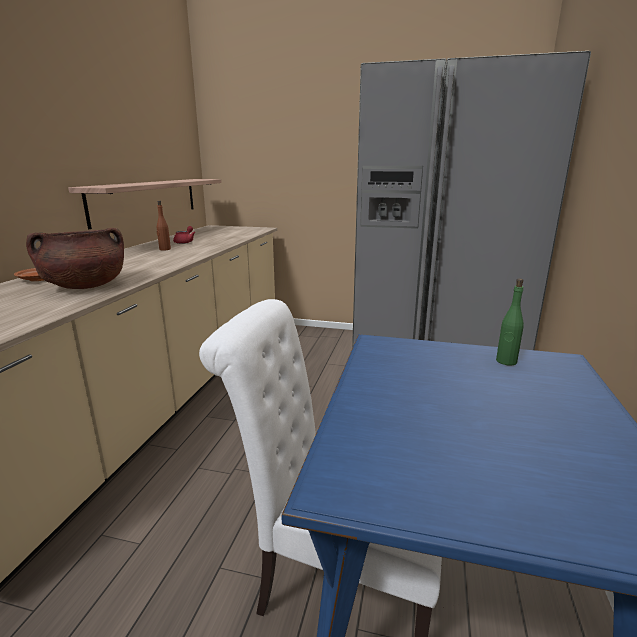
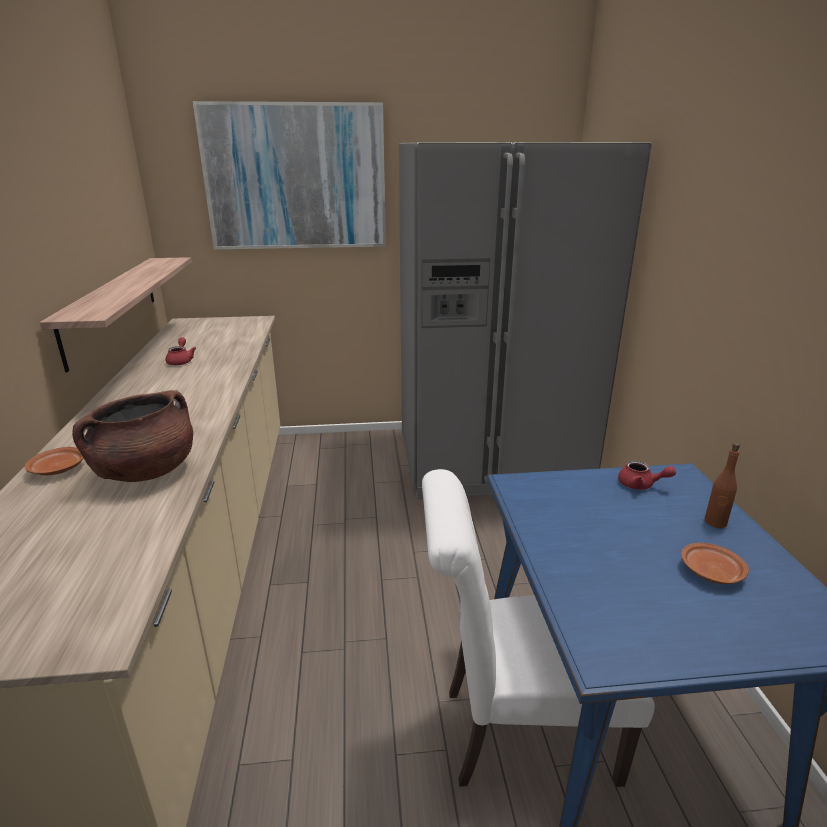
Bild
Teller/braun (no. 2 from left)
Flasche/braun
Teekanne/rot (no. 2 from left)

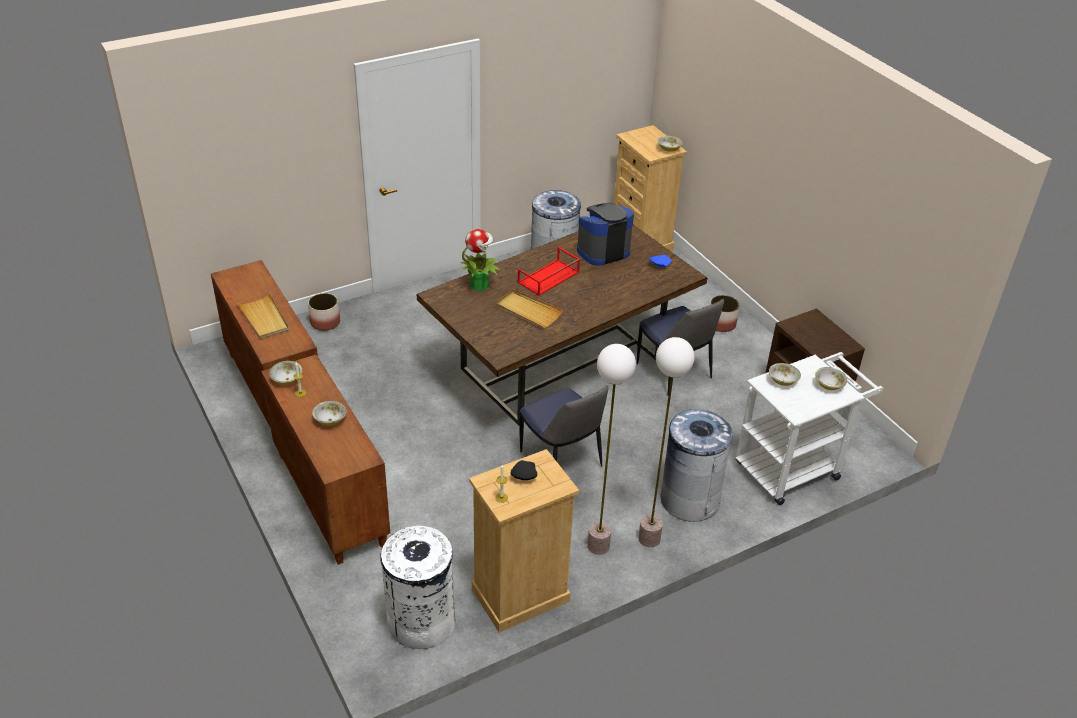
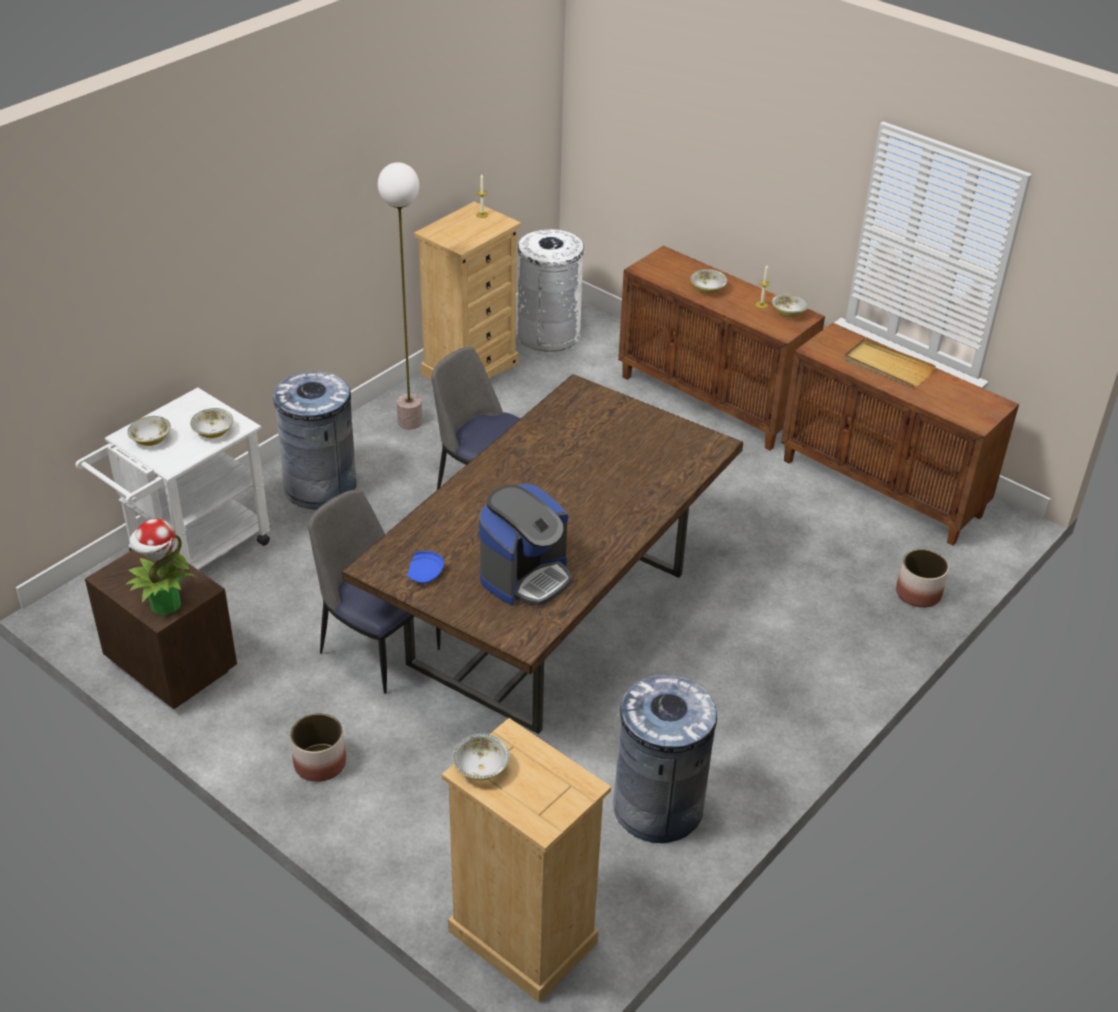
Tablett/beige (no. 2 from left in the first image)
Teller/schwarz
Tablett/rot
Stehlampe (no. 2 from left in the first image)
Topfpflanze

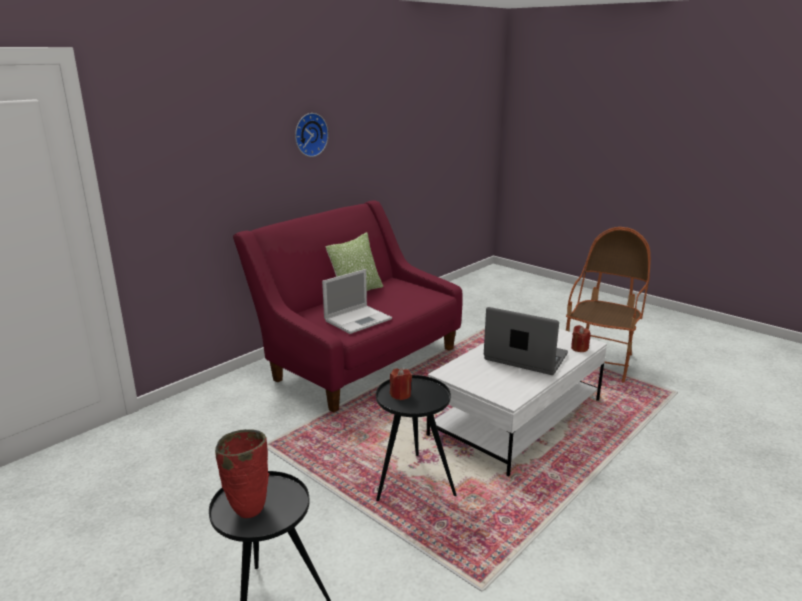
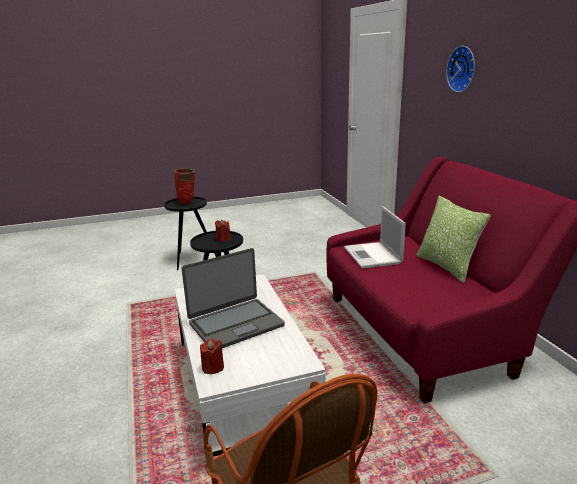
Wanduhr

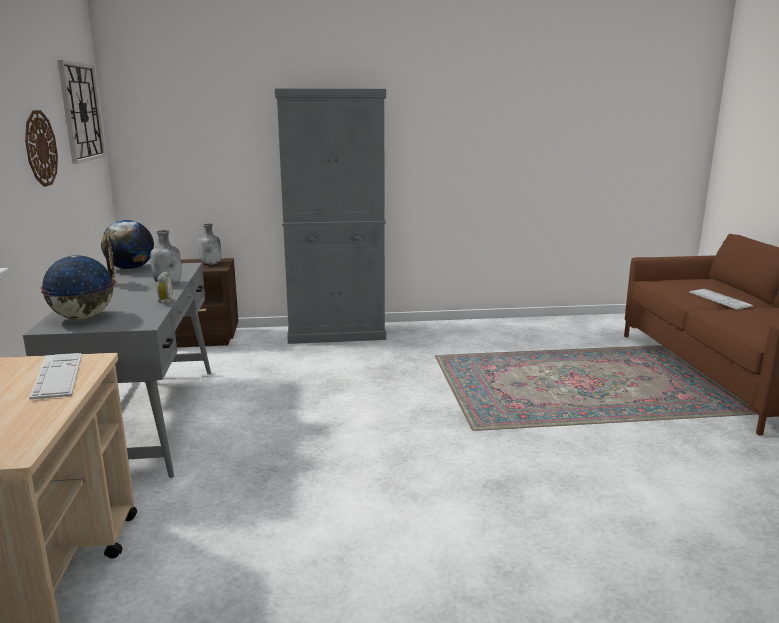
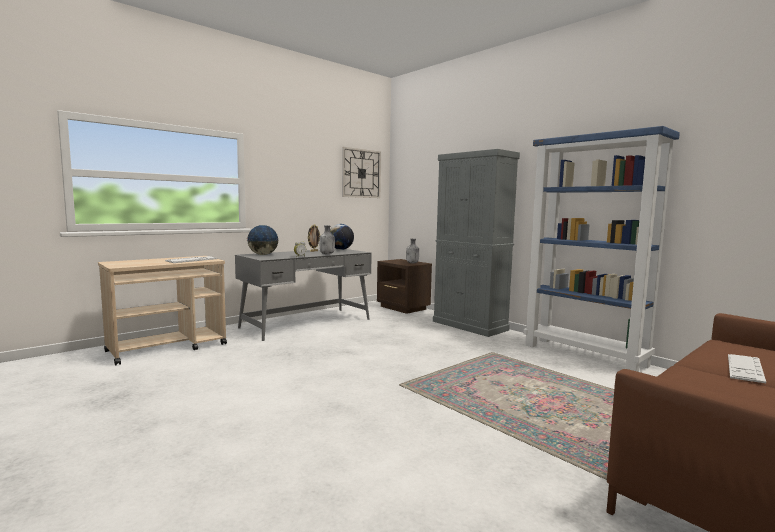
Wanduhr (no. 1 from left in the first image)
Bücherregal/blau

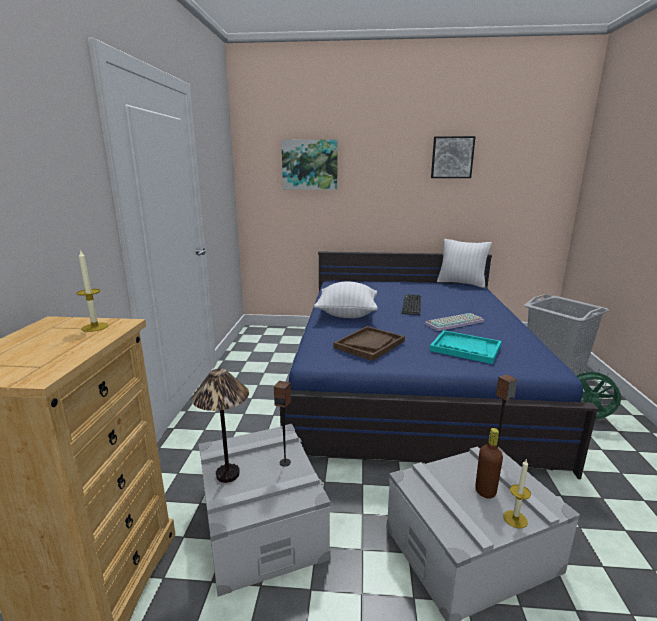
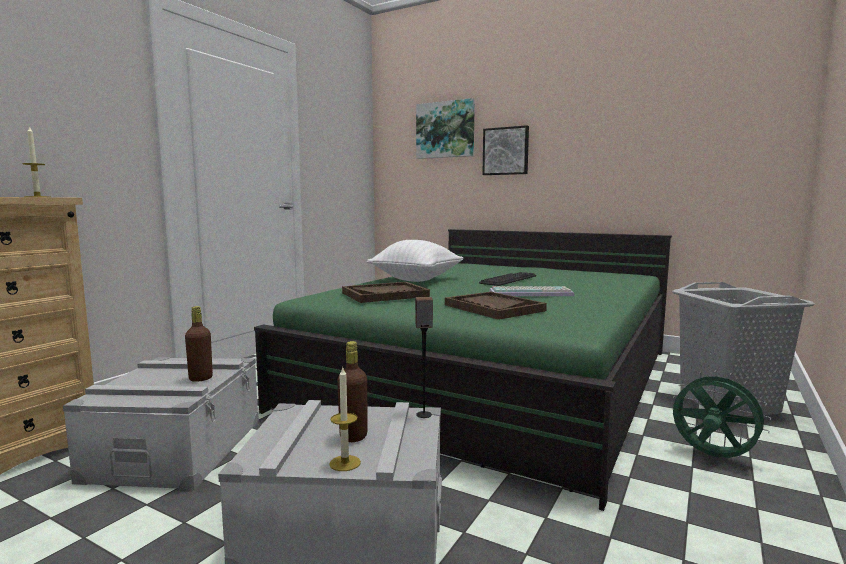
Tischlampe
Kissen/weiß (no. 2 from left in the first image)
Bild (no. 2 from left)
Flasche/braun (no. 1 from left)
Bett/grün
Tablett/braun (no. 2 from left)

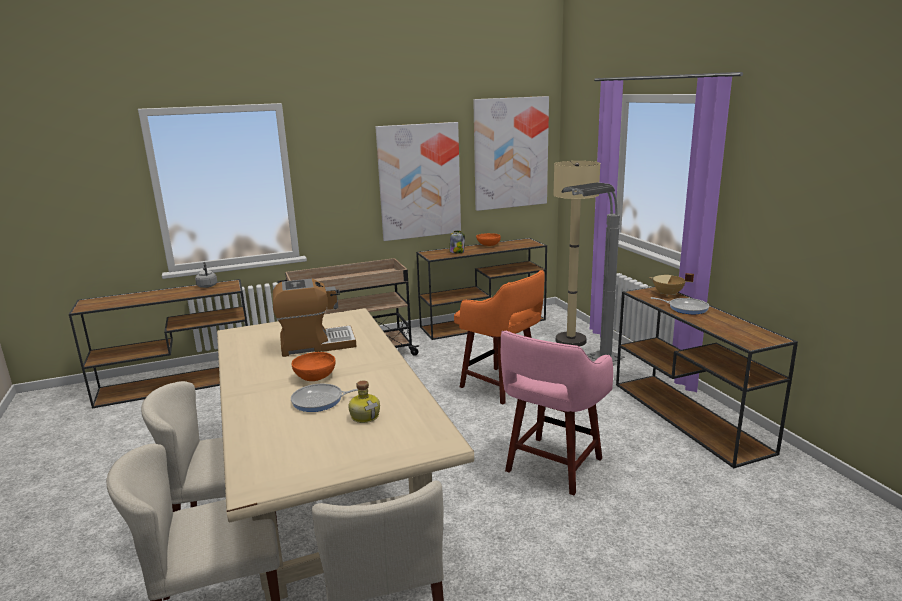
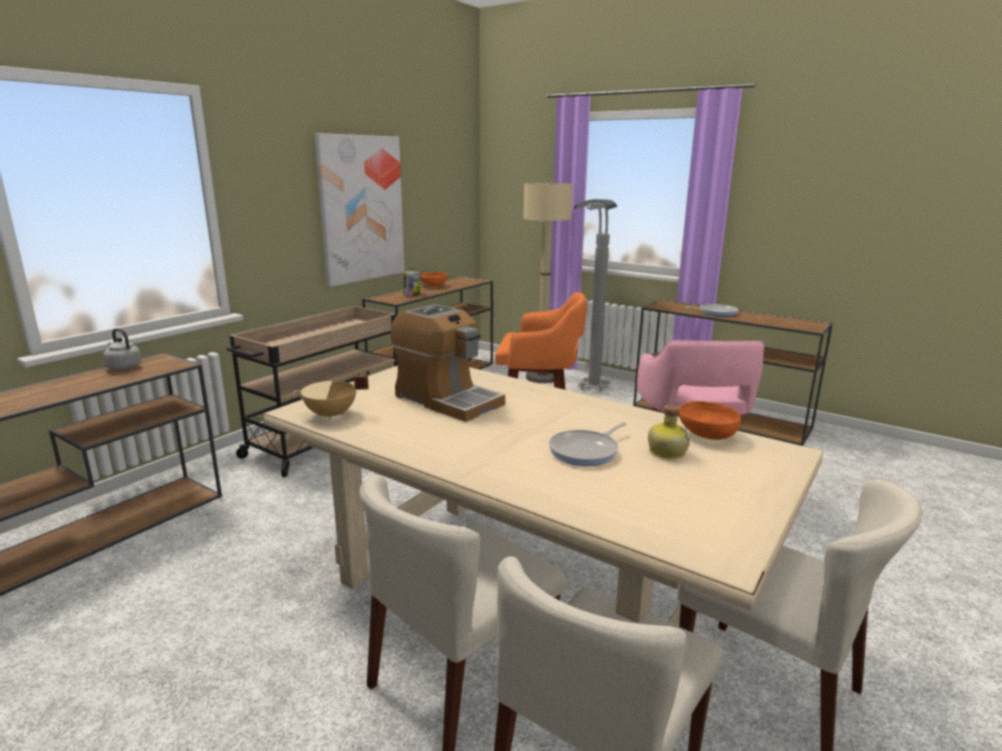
Bild (no. 2 from left in the first image)
Schüssel/orange (no. 2 from left)
Kochtopf/beige
Kaffeemaschine

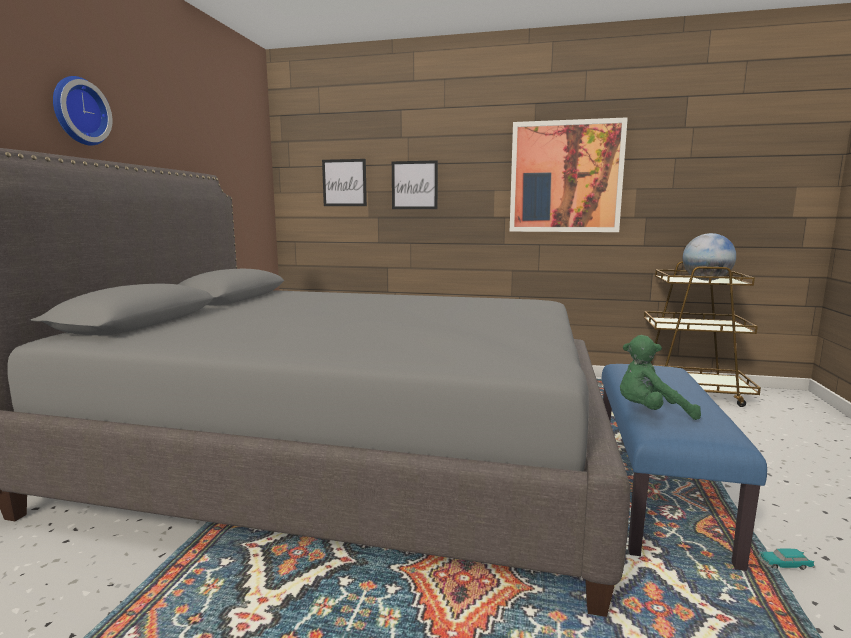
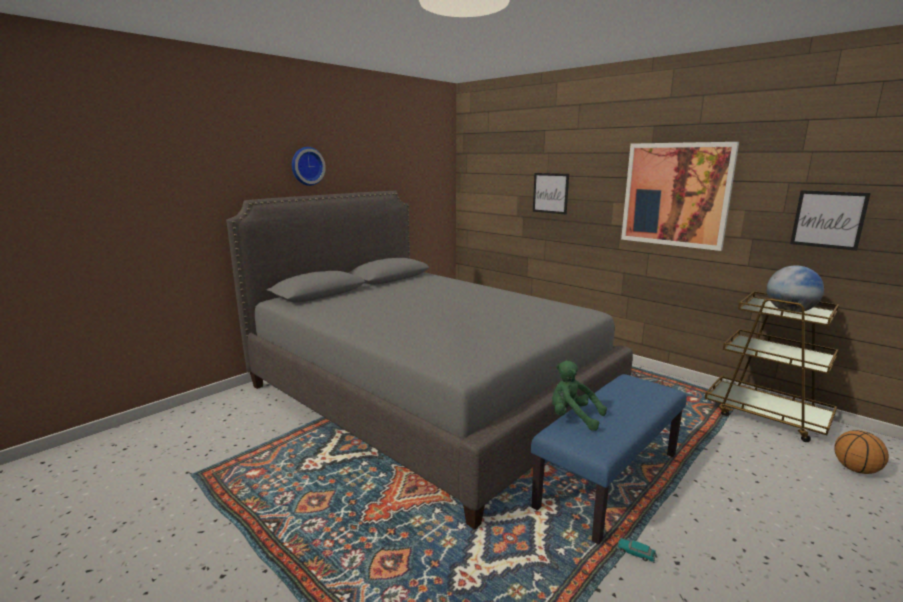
Basketball
Bild (no. 3 from left)

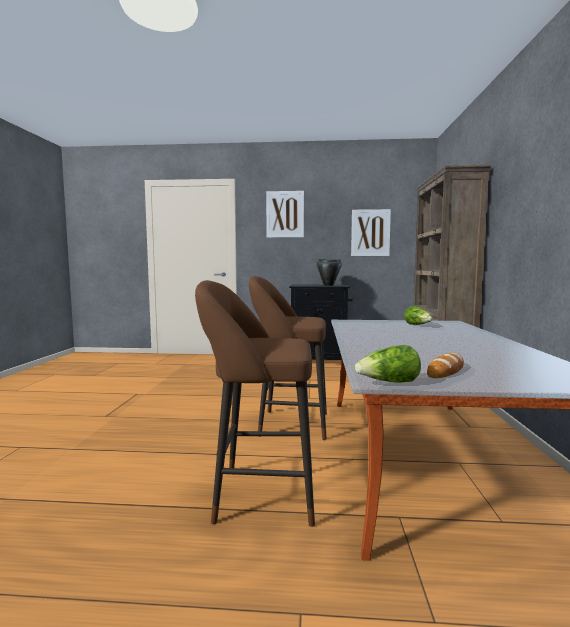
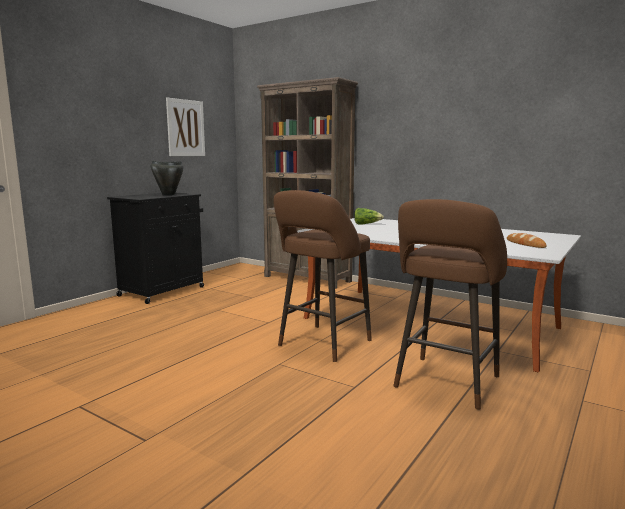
Bild (no. 1 from left in the first image)
Salatkopf (no. 1 from left in the first image)

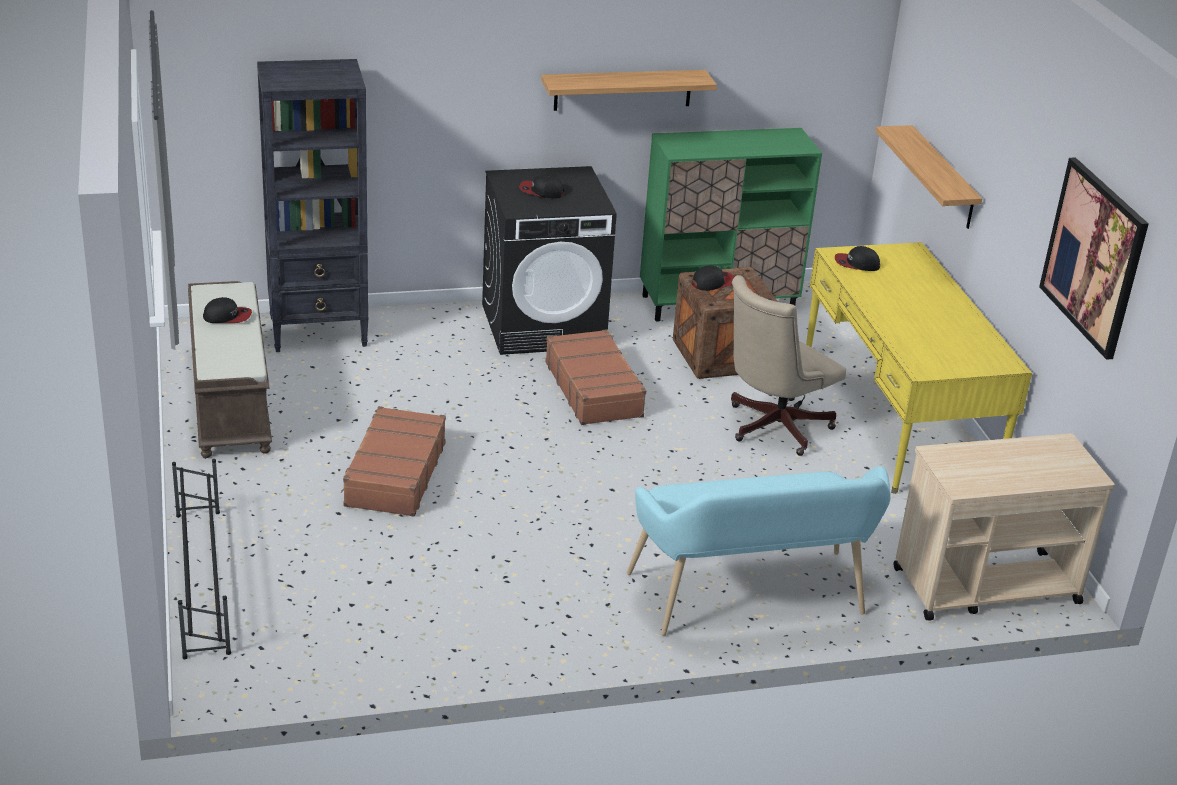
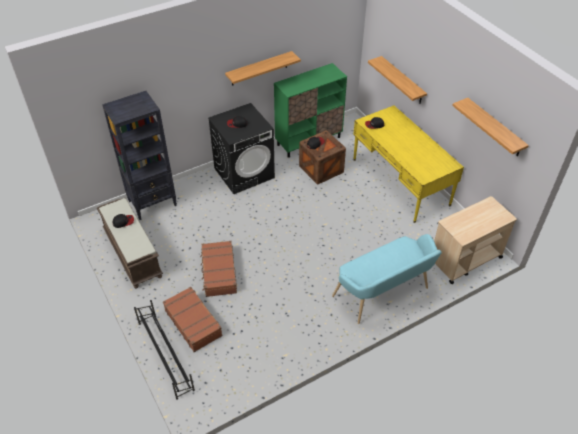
Bürostuhl/beige
Koffer/braun (no. 1 from left)
Wandregal (no. 3 from left)

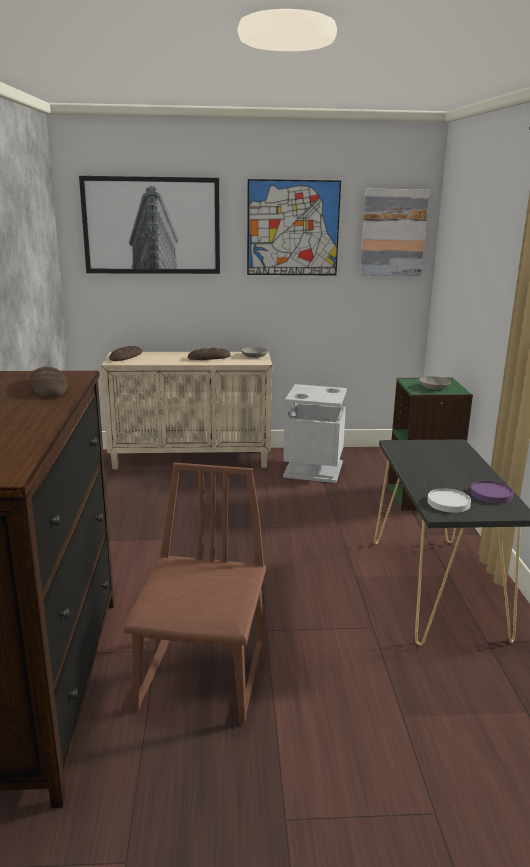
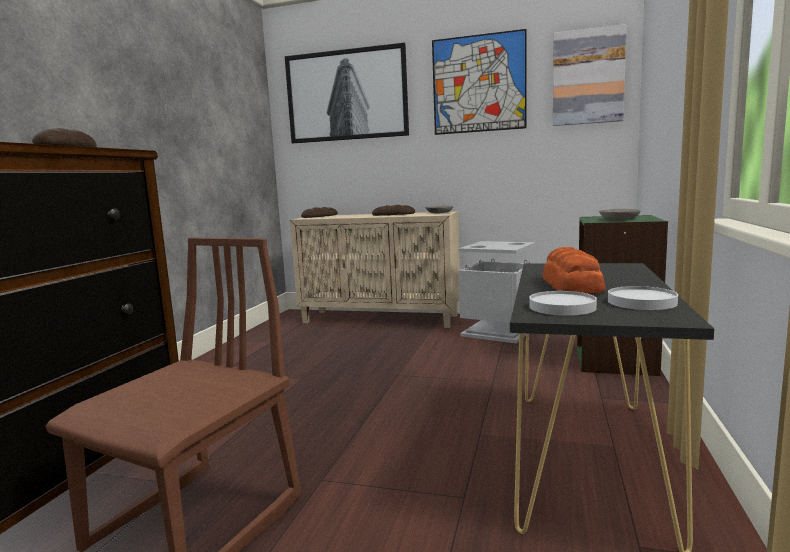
Brot (no. 4 from left)
Teller/weiß (no. 2 from left)

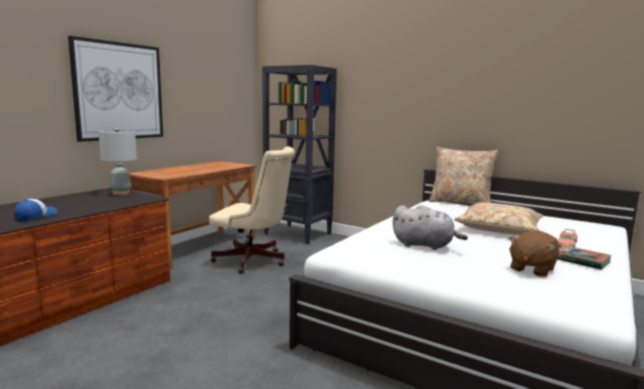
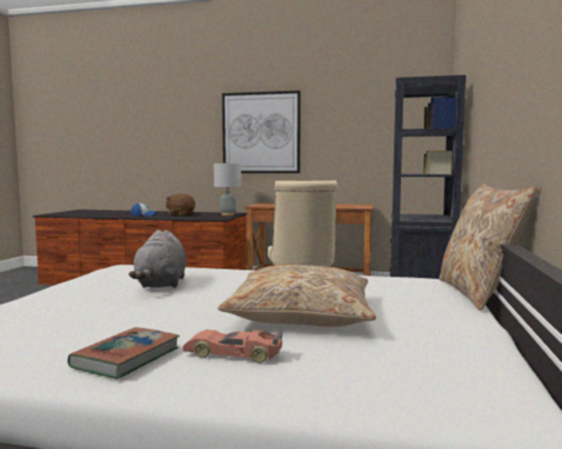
Plüschtier/braun

